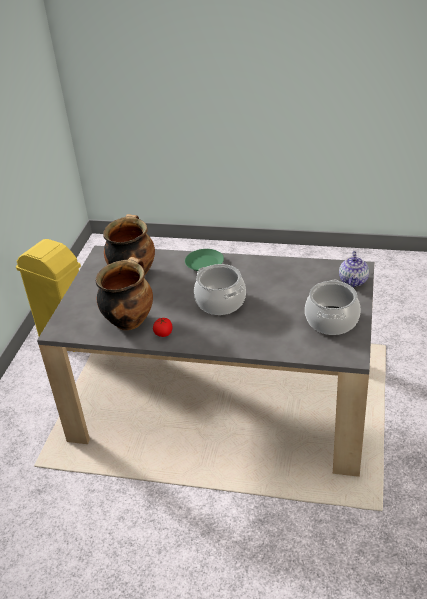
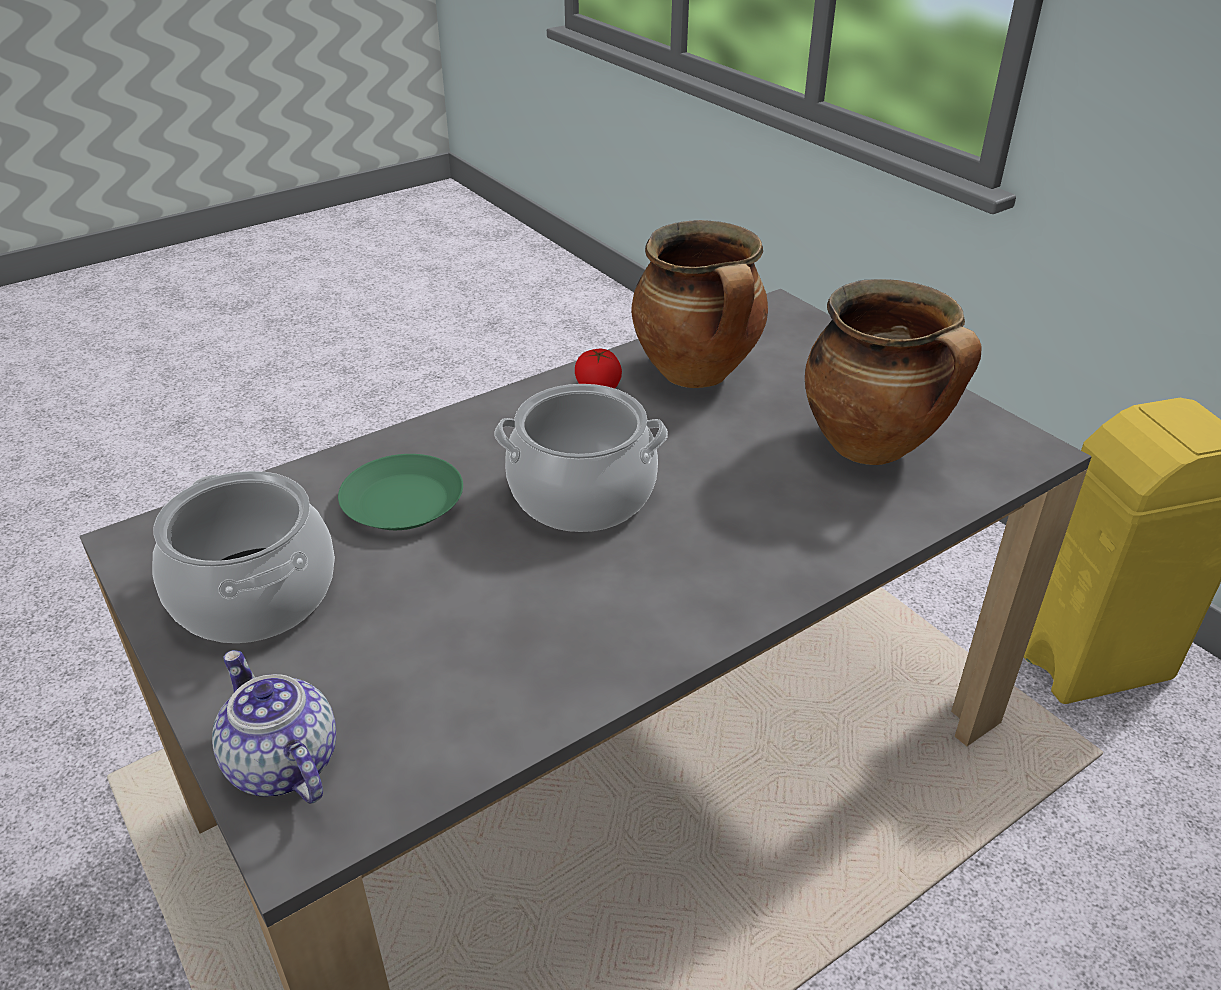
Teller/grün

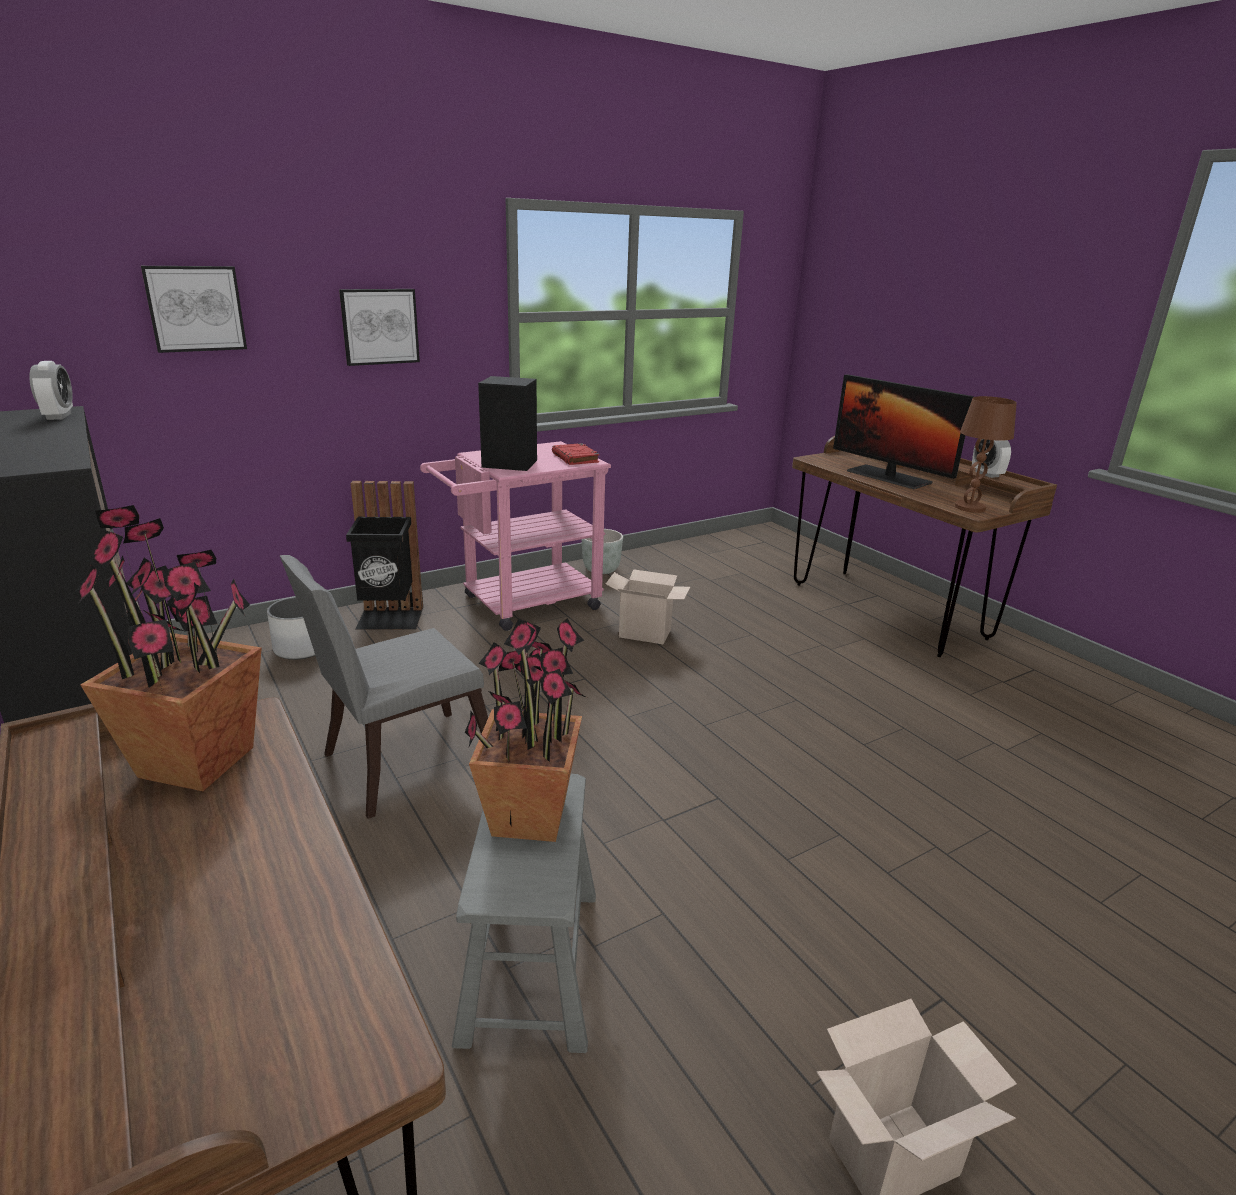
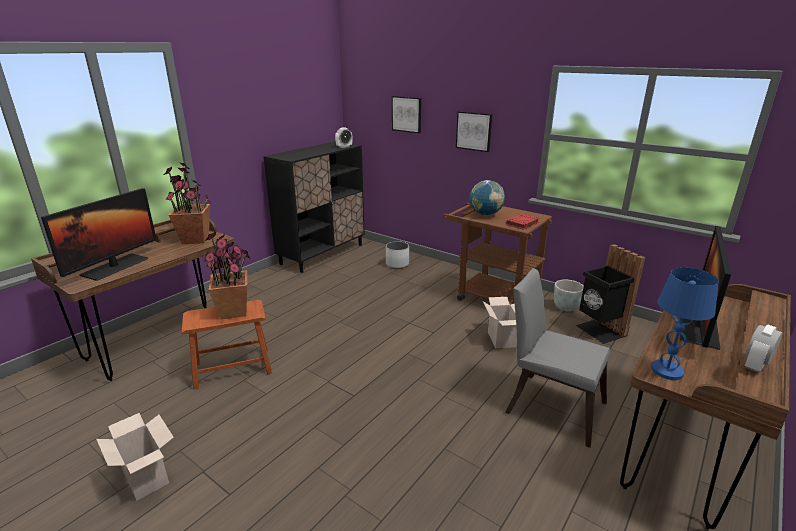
Monitor (no. 1 from left)
Stuhl/grau
Mülleimer/schwarz
Globus
Rollwagen/braun
Hocker/braun
Tischlampe/blau

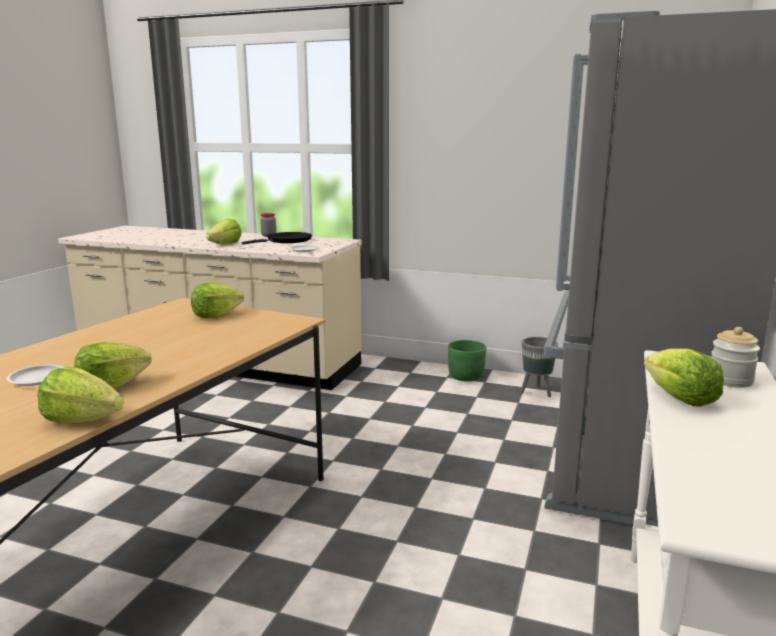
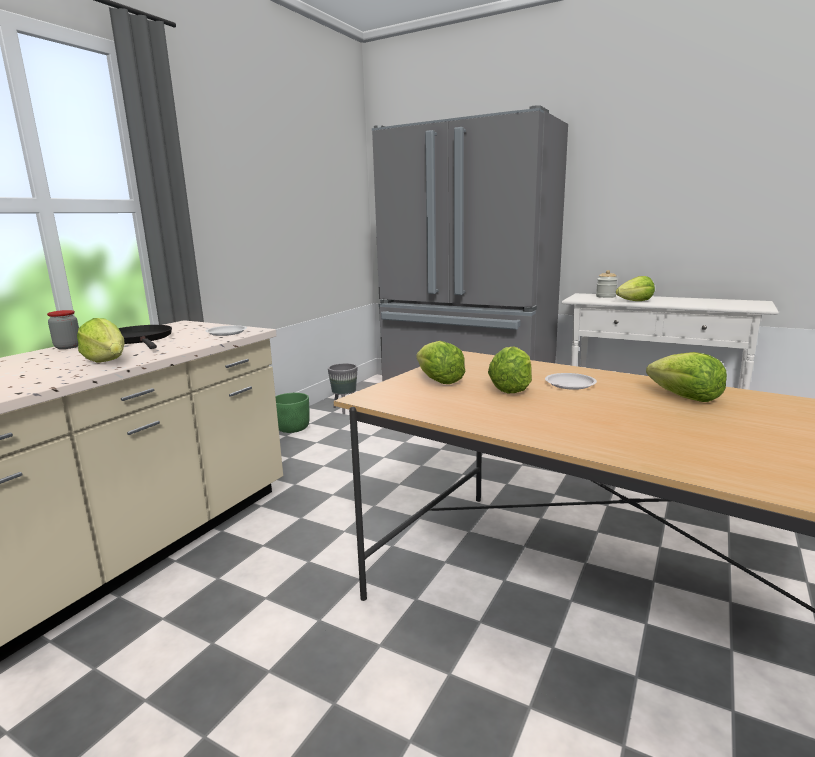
Teller/weiß (no. 2 from left)
Salatkopf (no. 3 from left)

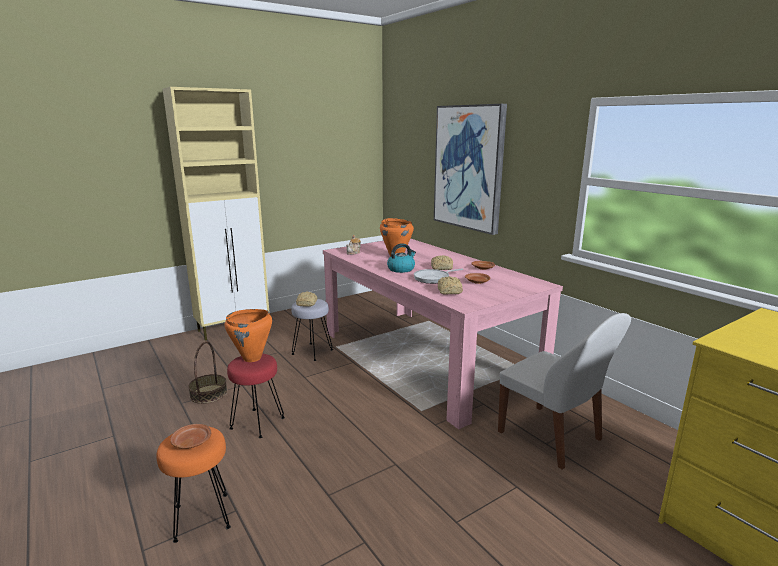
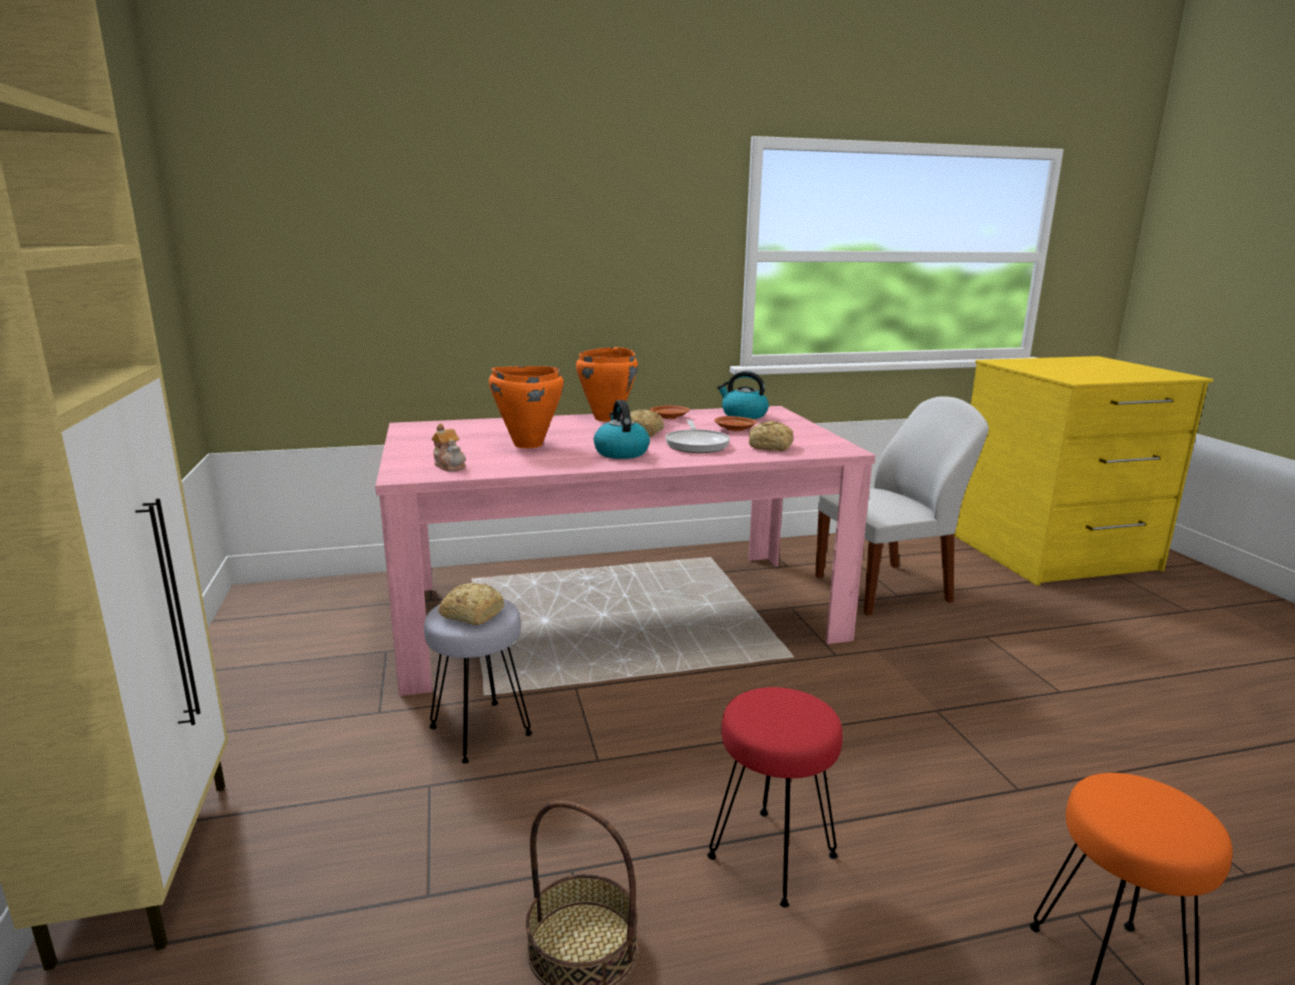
Teller/braun (no. 1 from left in the first image)
Bild
Wasserkessel (no. 2 from left)
Kochtopf/orange (no. 2 from left)

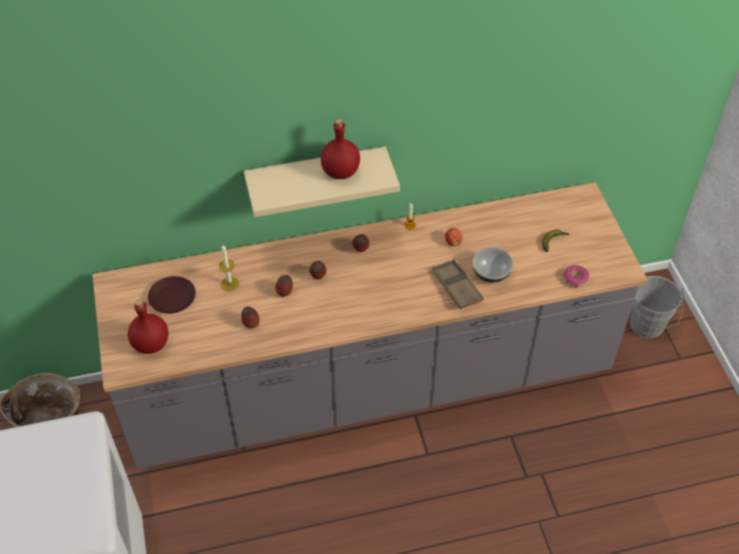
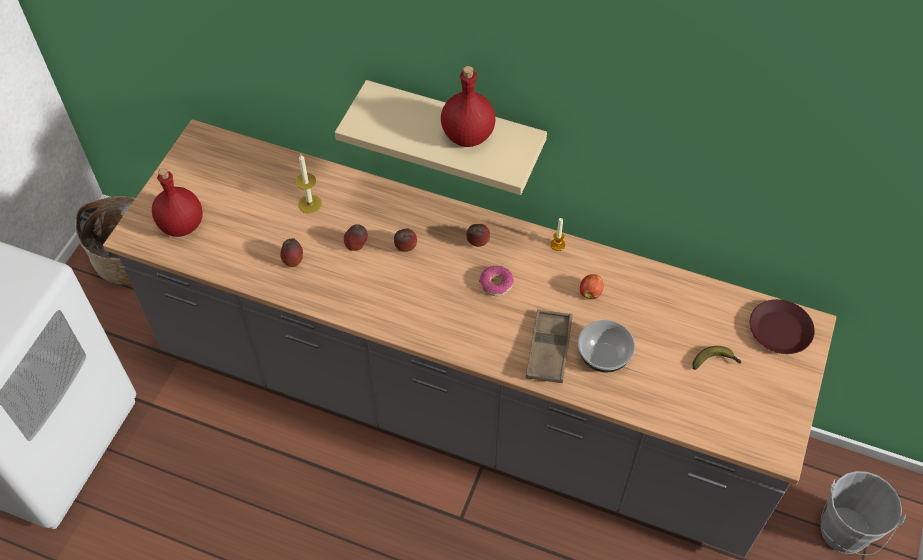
Teller/braun
Donut

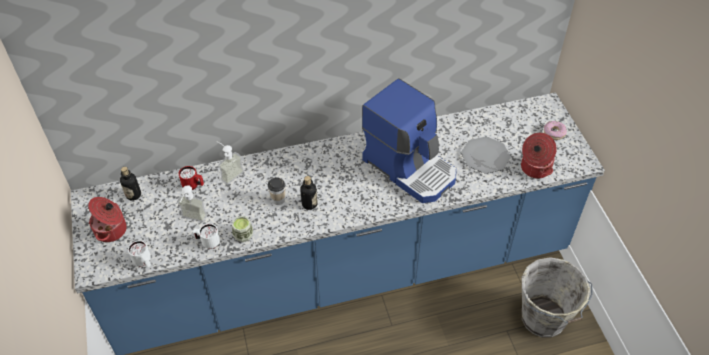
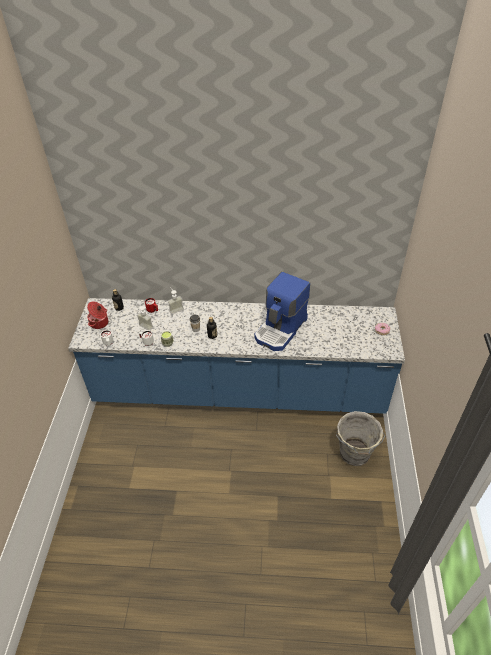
Teller
Kochtopf (no. 2 from left in the first image)
Kaffeemaschine

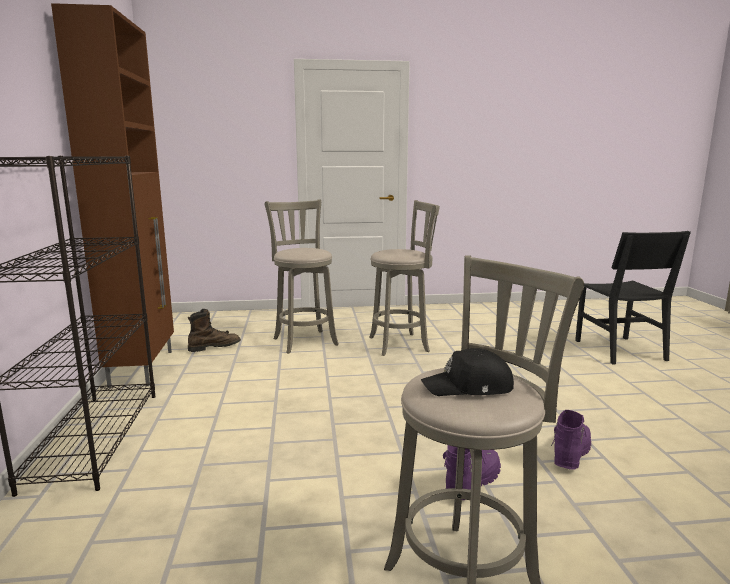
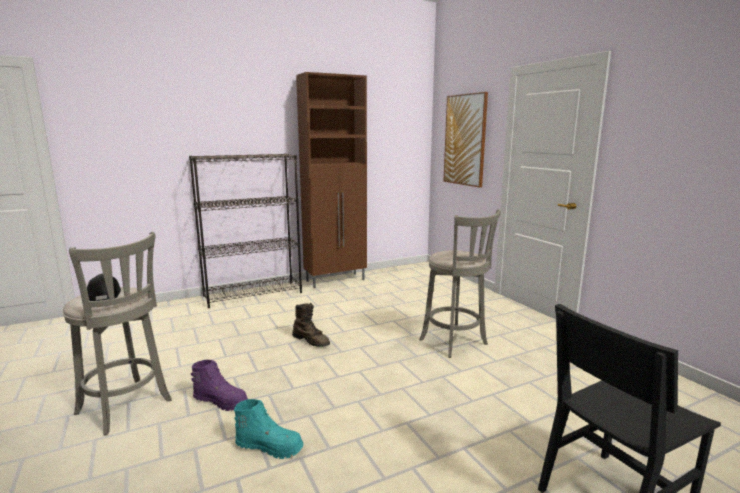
Hocker/grau (no. 1 from left in the first image)
Bild
Stiefel/braun
Stiefel/türkis

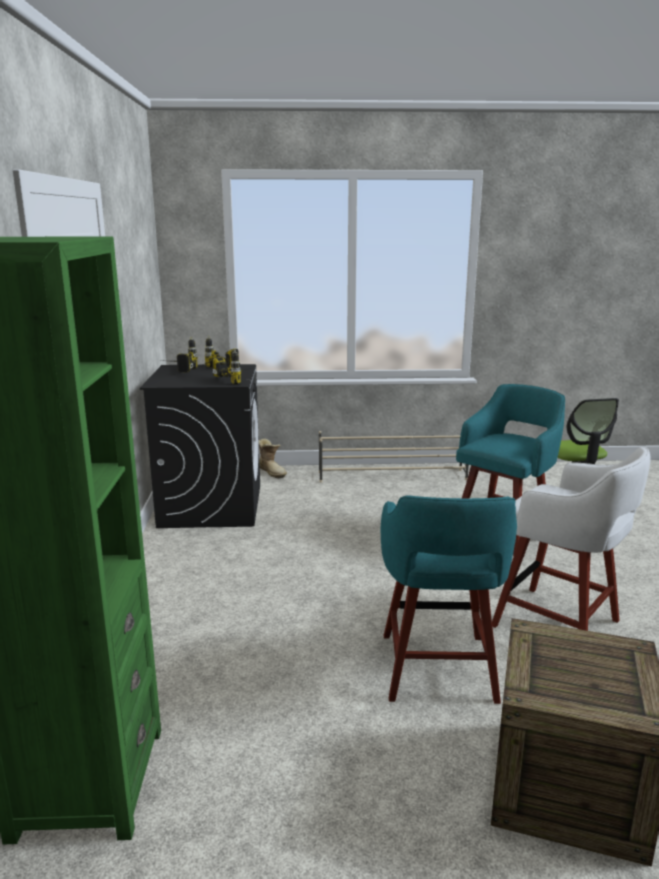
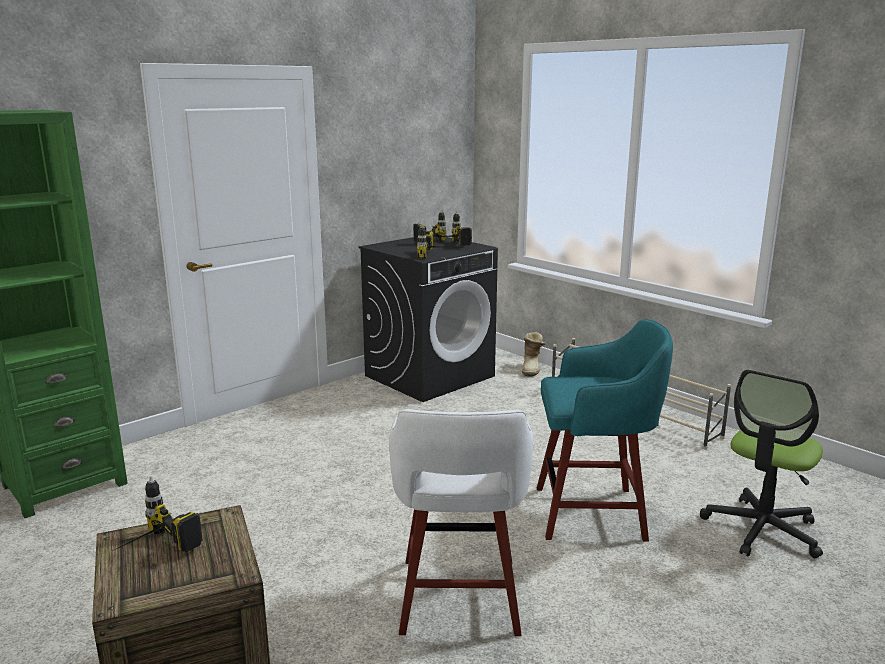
Hocker/türkis (no. 1 from left in the first image)
Bohrmaschine (no. 1 from left)

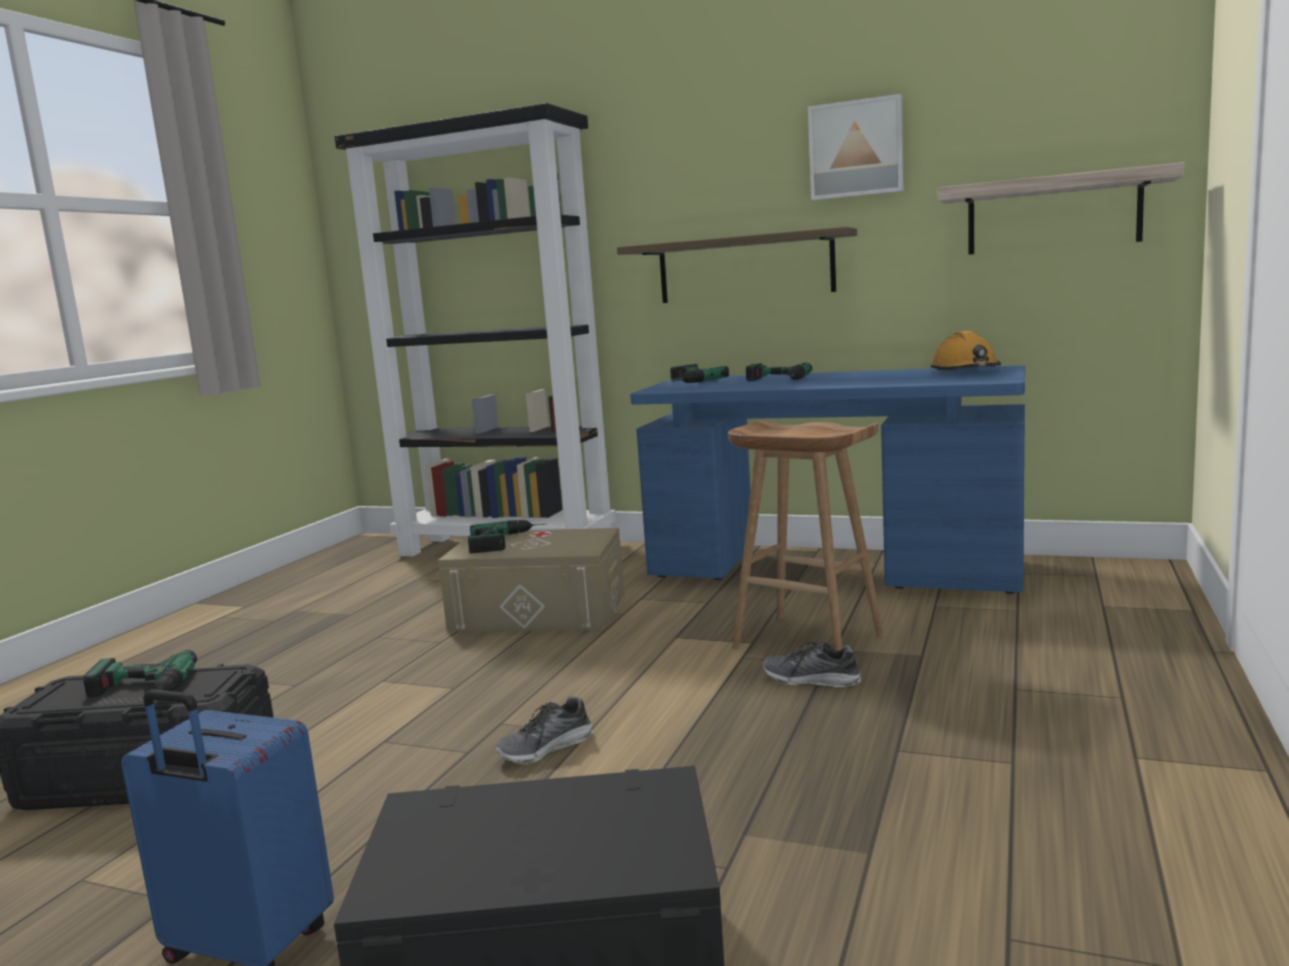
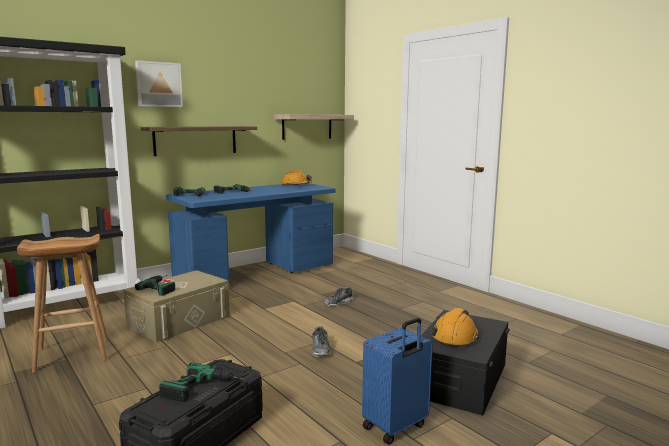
Schutzhelm/orange (no. 2 from left)
Hocker/braun
Bild

